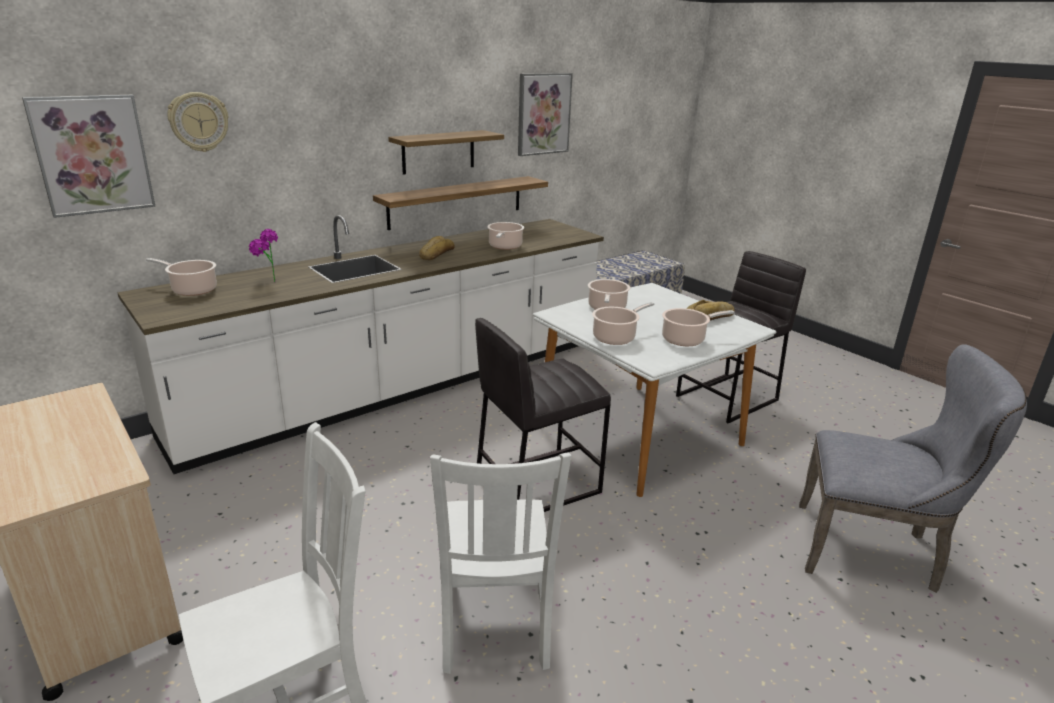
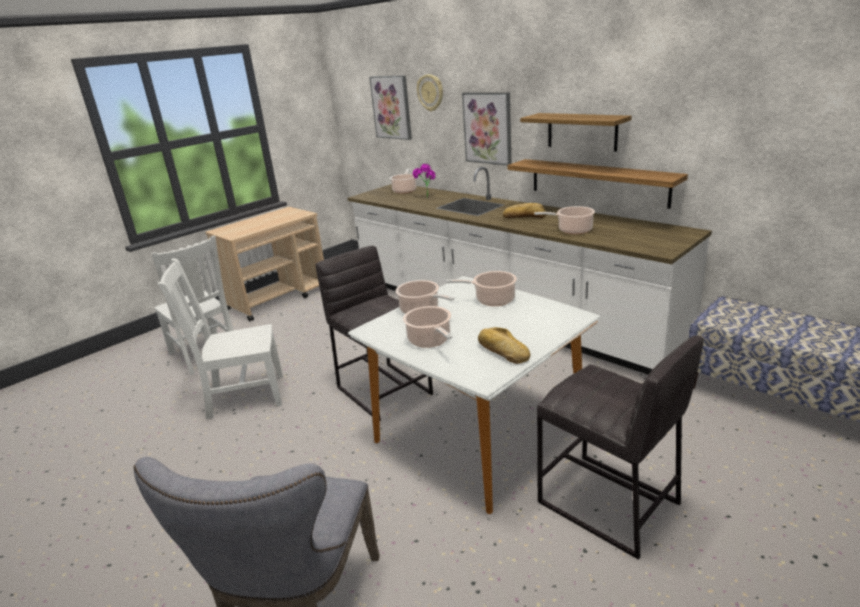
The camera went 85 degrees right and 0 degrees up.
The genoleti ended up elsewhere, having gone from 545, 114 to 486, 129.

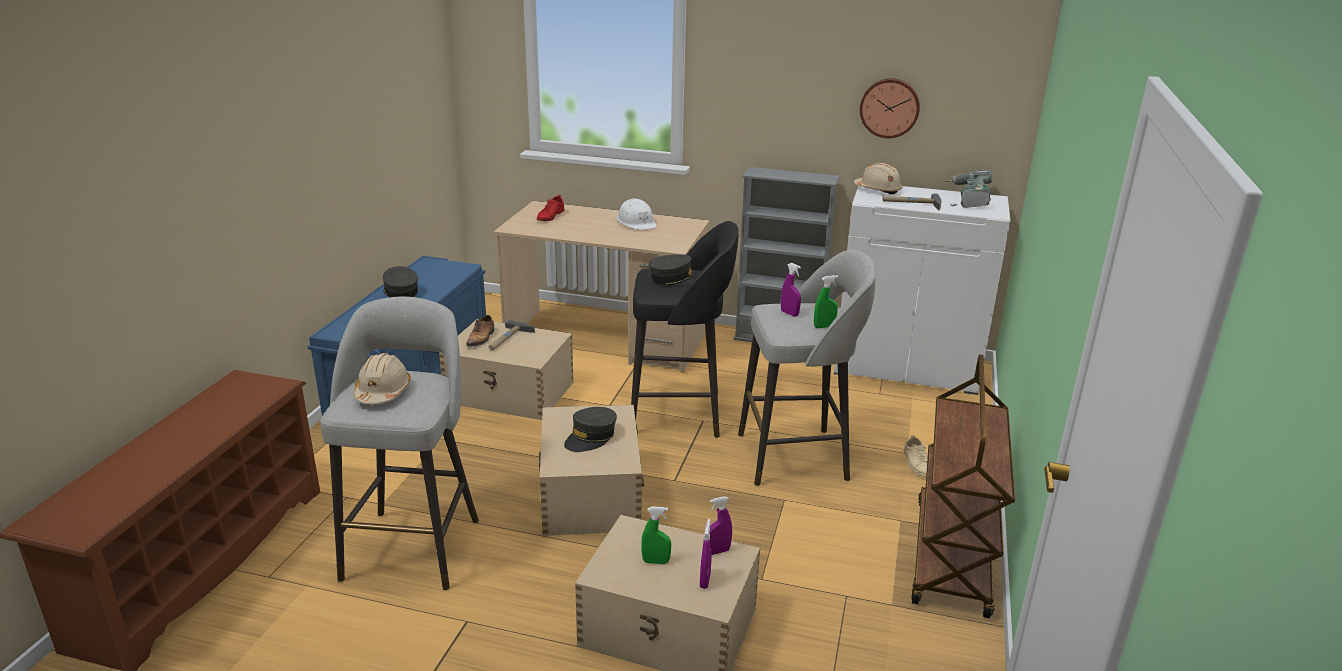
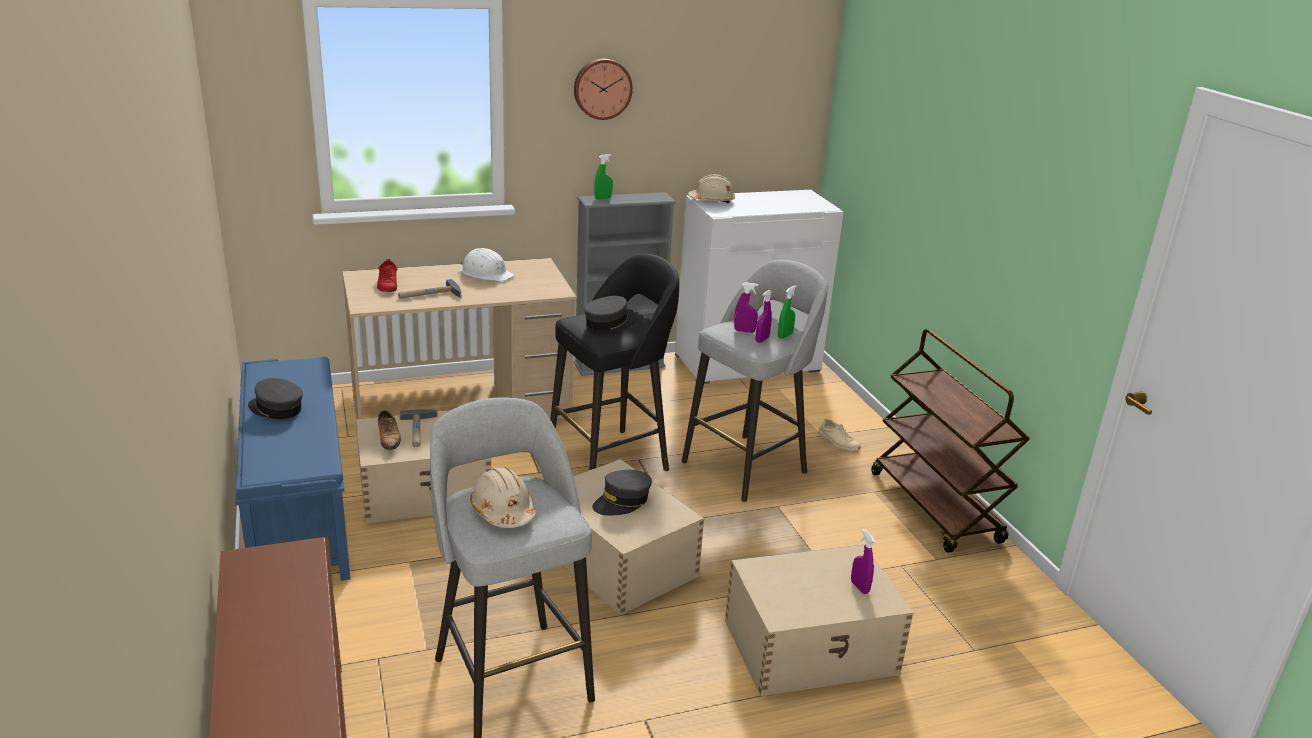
The camera went 35 degrees left and 0 degrees up.
The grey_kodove at 590, 429 ended up facing another way, 45 degrees clockwise from before.
The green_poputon ended up elsewhere, having gone from 656, 535 to 603, 177.
The purple_poputon ended up elsewhere, having gone from 721, 525 to 764, 316.
The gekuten ended up elsewhere, having gone from 890, 108 to 603, 89.
The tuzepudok ended up elsewhere, having gone from 911, 201 to 429, 289.
The second view lost the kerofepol at 968, 189.

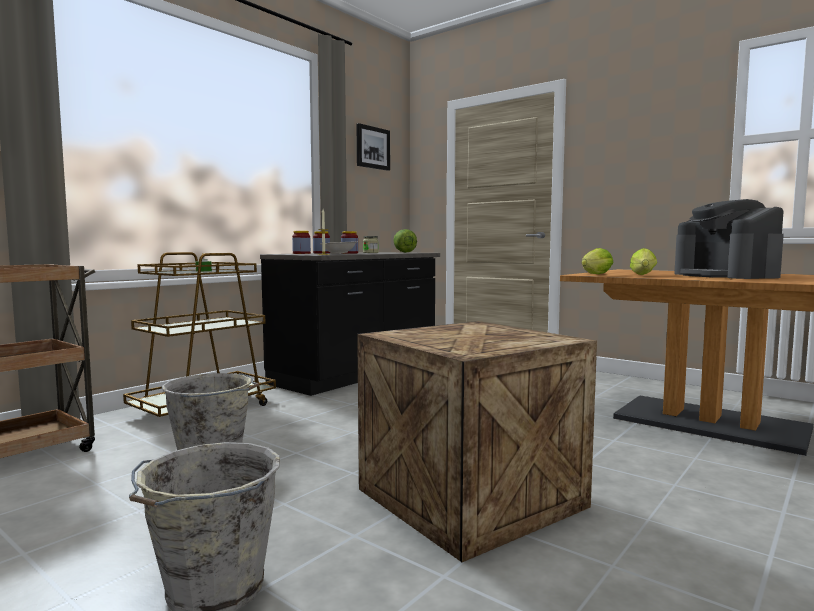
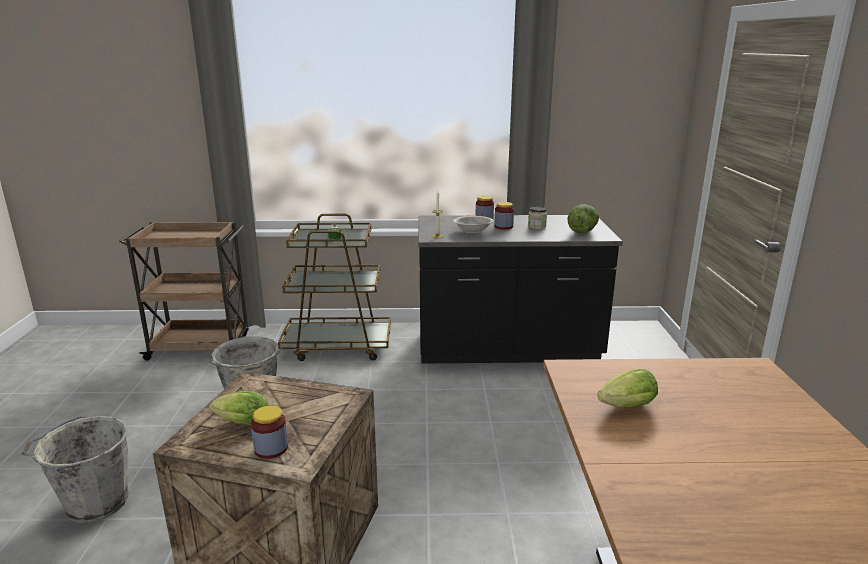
The camera went 50 degrees right and 15 degrees up.
The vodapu ended up elsewhere, having gone from 301, 242 to 269, 432.
The second view lost the genoleti at 373, 147.
The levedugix ended up elsewhere, having gone from 597, 261 to 239, 408.
The second view lost the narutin at 729, 239.

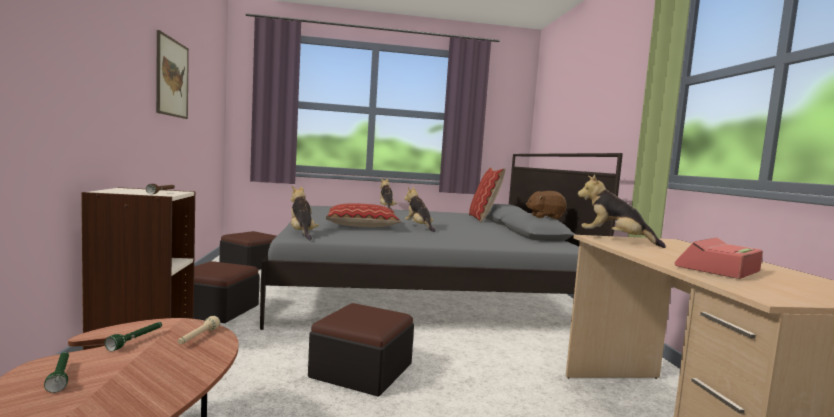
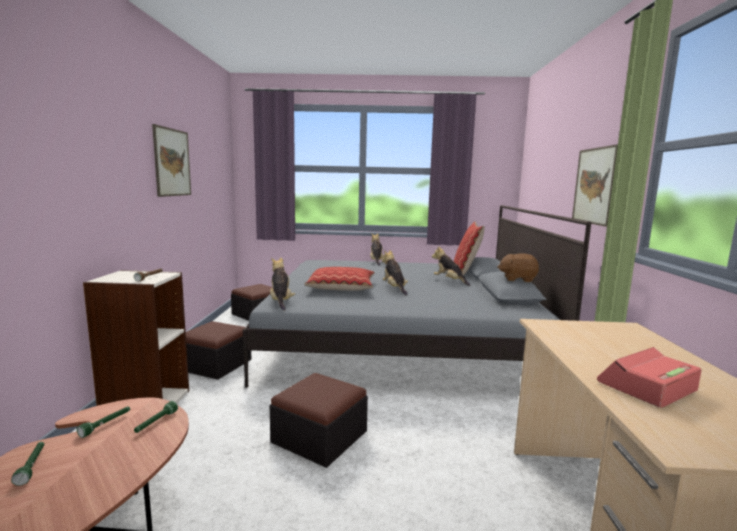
The camera went 10 degrees right and 5 degrees up.
What was the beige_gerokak at 199, 330 turned into the green_gerokak at 156, 417.
The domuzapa ended up elsewhere, having gone from 621, 211 to 451, 266.
The second view gained the genoleti at 595, 185.

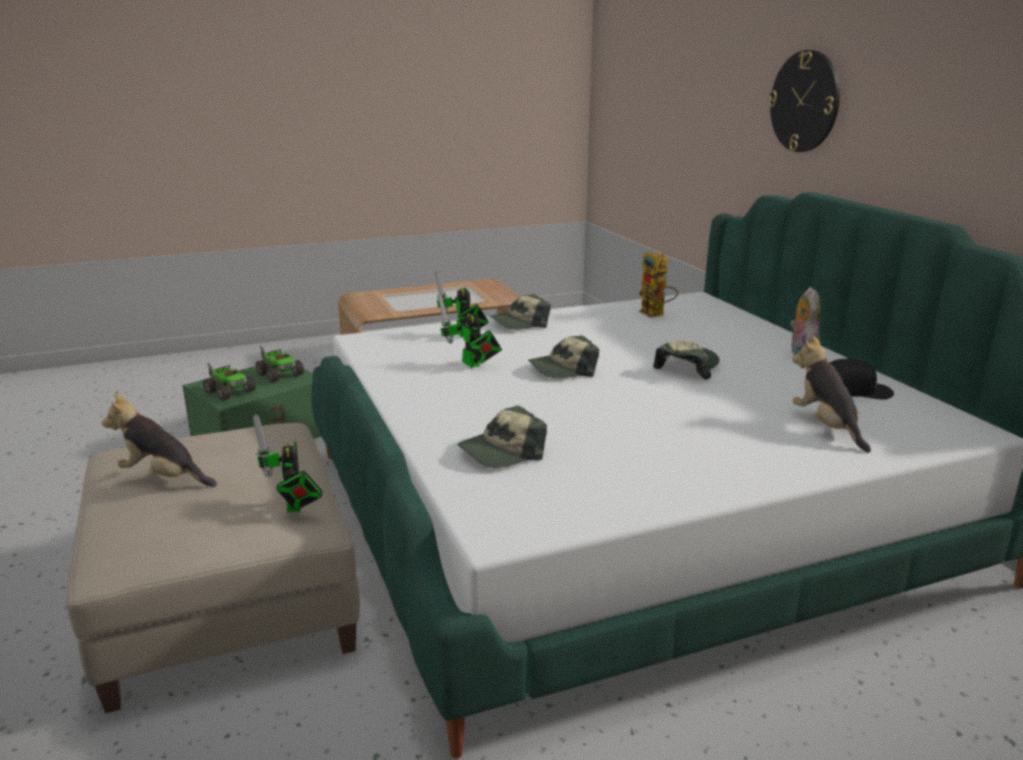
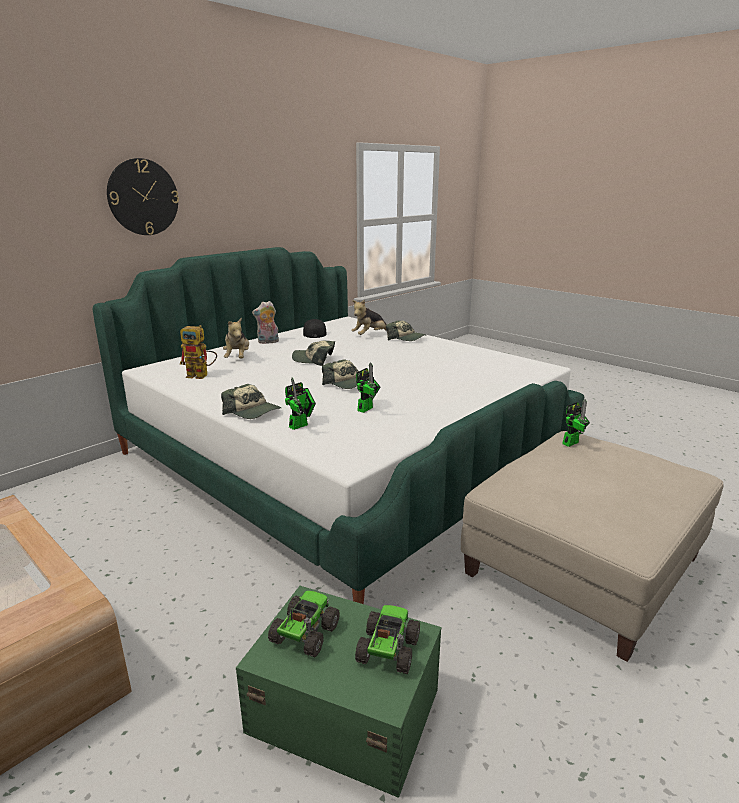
The camera went 115 degrees left and 0 degrees up.
The domuzapa ended up elsewhere, having gone from 159, 440 to 236, 338.
The kodove ended up elsewhere, having gone from 502, 437 to 406, 331.
The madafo at 658, 285 ended up facing another way, 60 degrees clockwise from before.

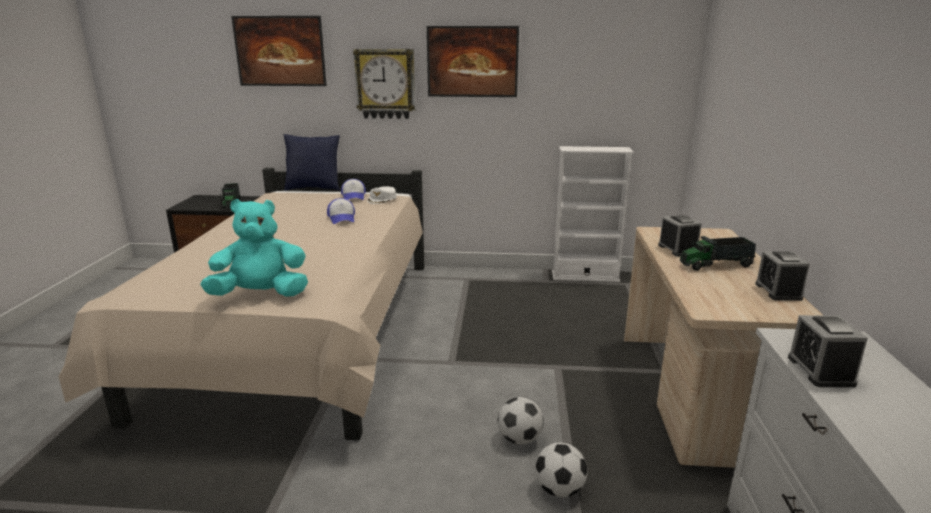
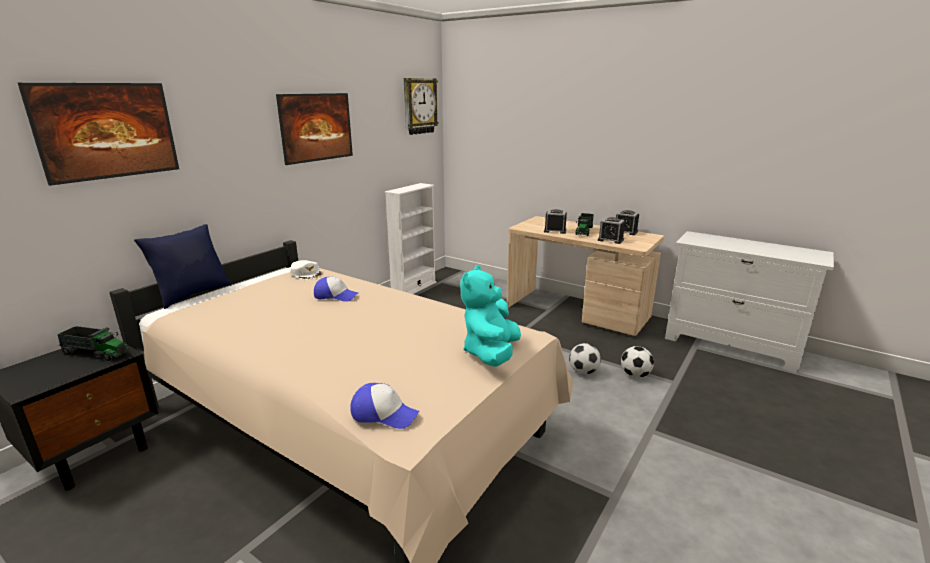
The camera went 60 degrees left and 0 degrees up.
The kodove ended up elsewhere, having gone from 353, 189 to 384, 406.
The gekuten ended up elsewhere, having gone from 384, 84 to 421, 106.
The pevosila ended up elsewhere, having gone from 828, 351 to 611, 230.

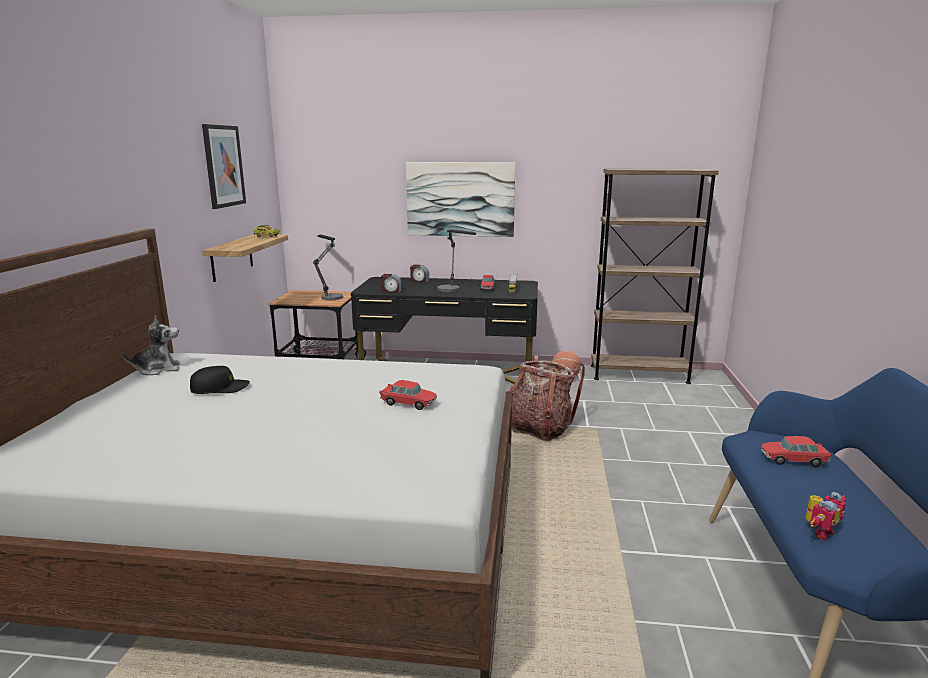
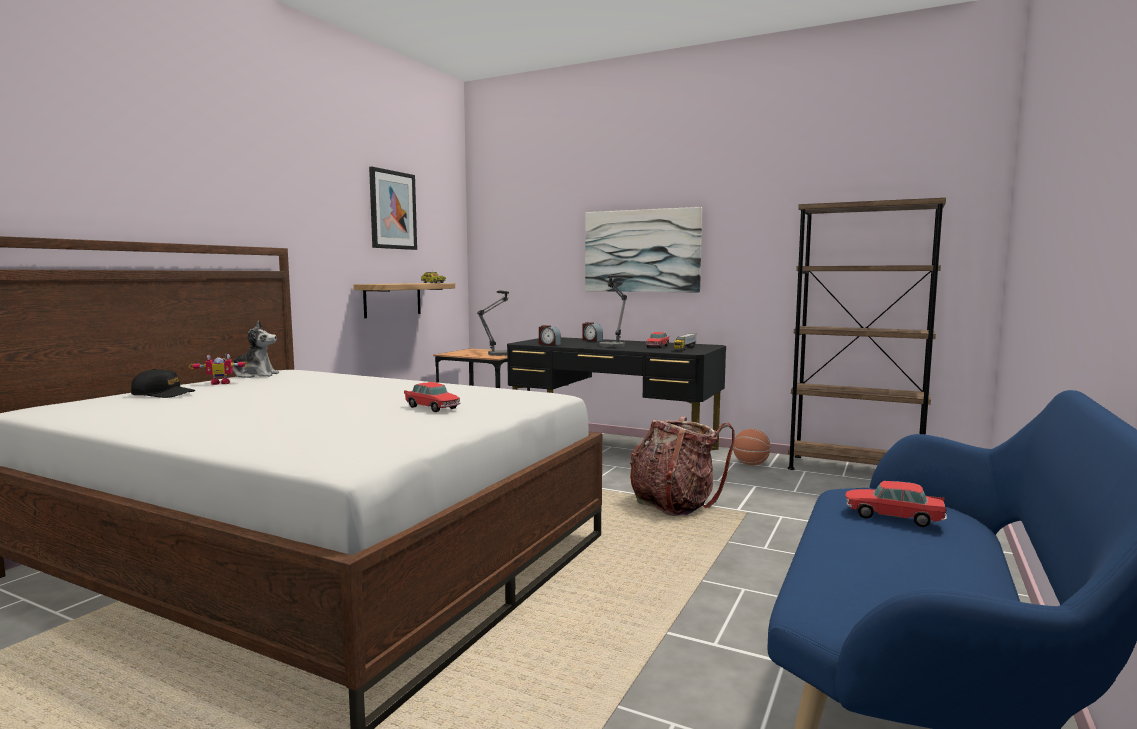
The camera went 20 degrees right and 10 degrees down.
The black_kodove ended up elsewhere, having gone from 220, 380 to 163, 383.
The madafo ended up elsewhere, having gone from 826, 516 to 219, 369.

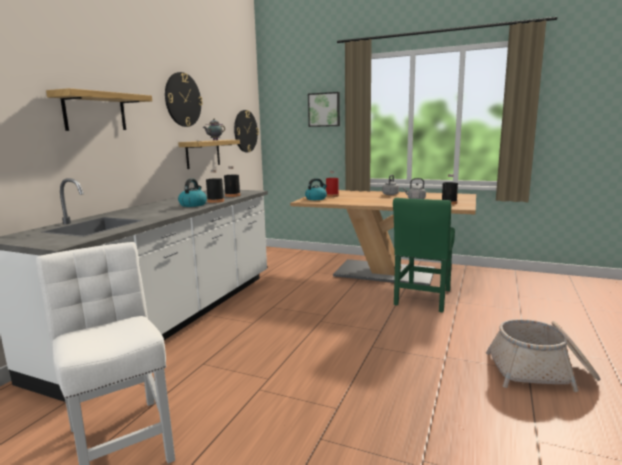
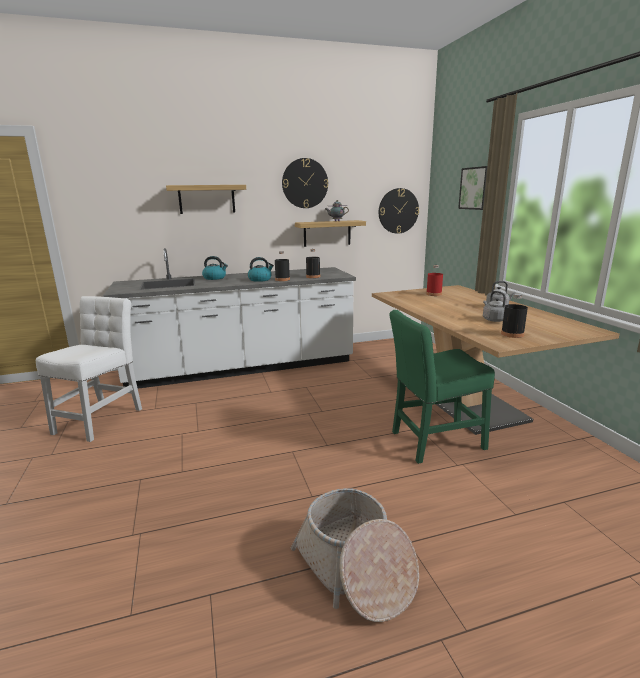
The camera went 50 degrees right and 5 degrees up.
The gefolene ended up elsewhere, having gone from 316, 189 to 215, 268.

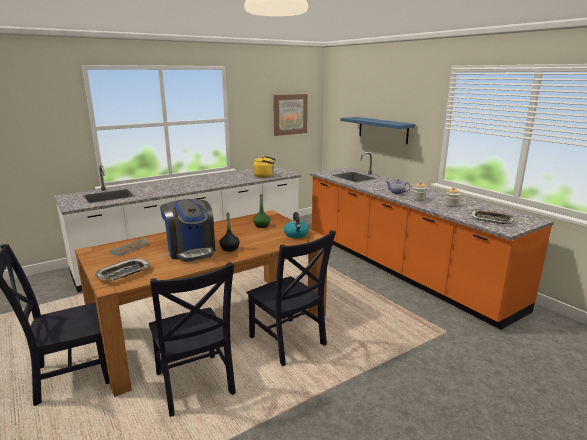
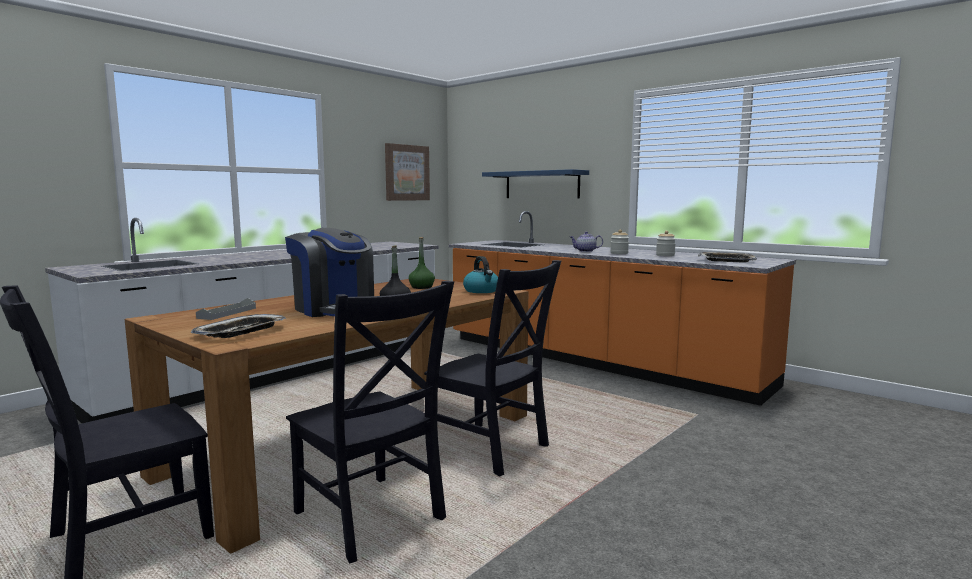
The camera went 15 degrees left and 10 degrees down.
The second view lost the yellow_gefolene at 264, 167.

